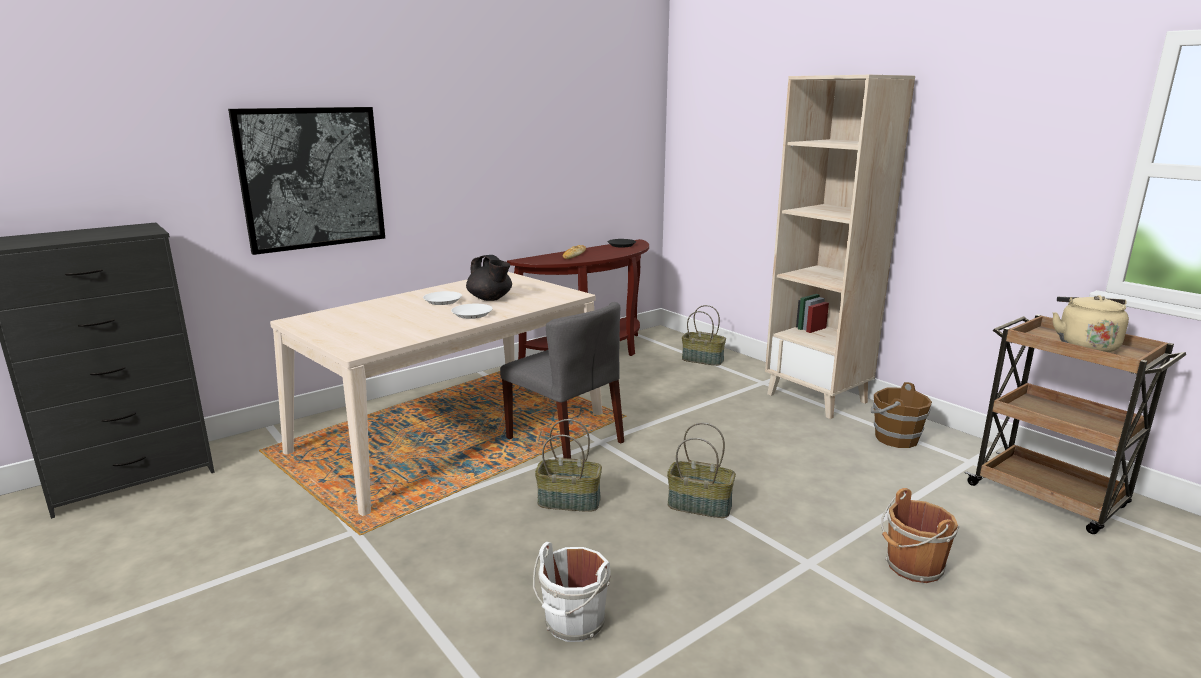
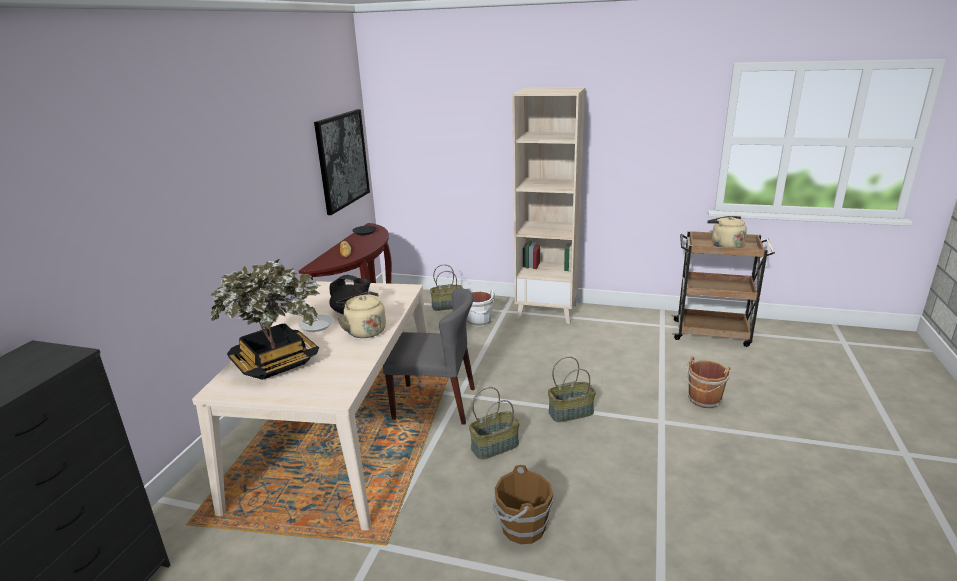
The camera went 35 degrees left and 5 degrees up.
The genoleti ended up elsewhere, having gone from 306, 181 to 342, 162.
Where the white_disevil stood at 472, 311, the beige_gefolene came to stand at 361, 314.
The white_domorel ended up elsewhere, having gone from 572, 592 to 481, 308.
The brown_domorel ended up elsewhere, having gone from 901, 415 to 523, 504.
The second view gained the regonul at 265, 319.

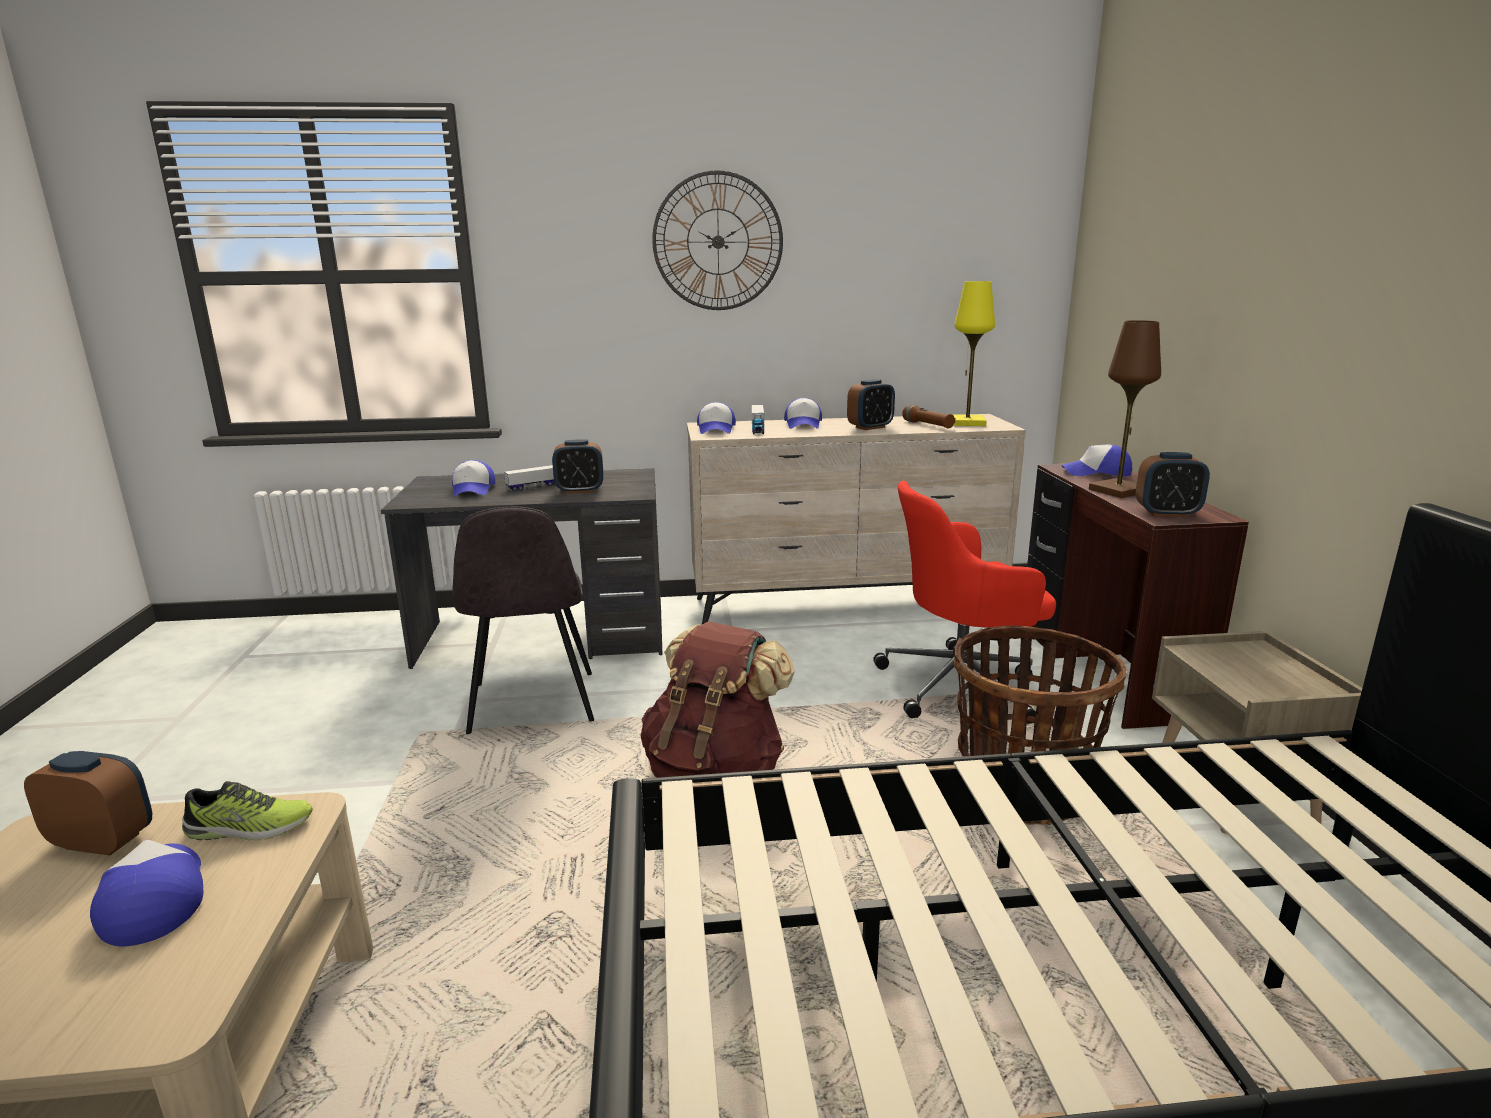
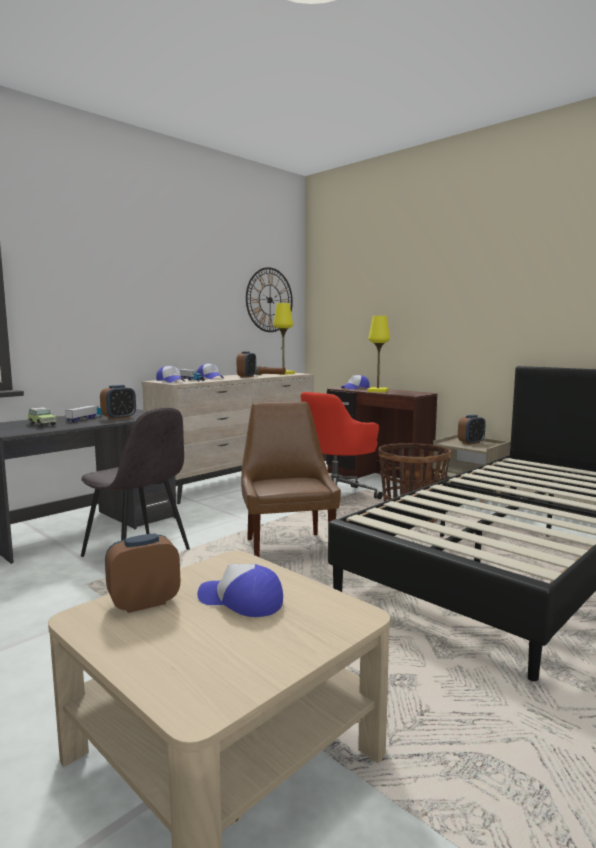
The camera went 40 degrees left and 10 degrees down.
The second view lost the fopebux at 247, 811.
Where the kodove stood at 474, 478, the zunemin came to stand at 42, 417.
Where the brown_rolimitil stood at 718, 699, the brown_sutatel came to stand at 291, 479.
The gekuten ended up elsewhere, having gone from 717, 240 to 269, 299.
What was the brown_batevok at 1125, 409 turned into the yellow_batevok at 378, 354.
The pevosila ended up elsewhere, having gone from 1173, 484 to 472, 430.

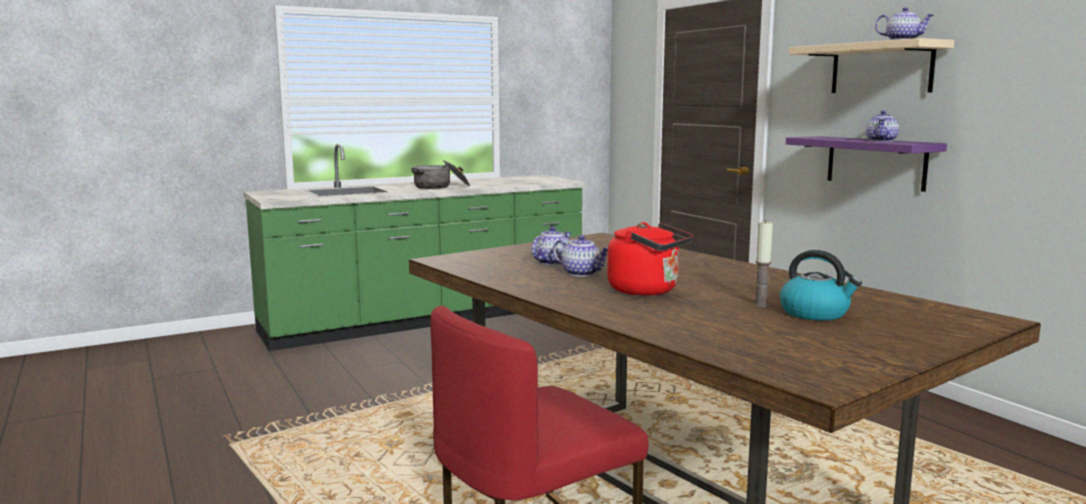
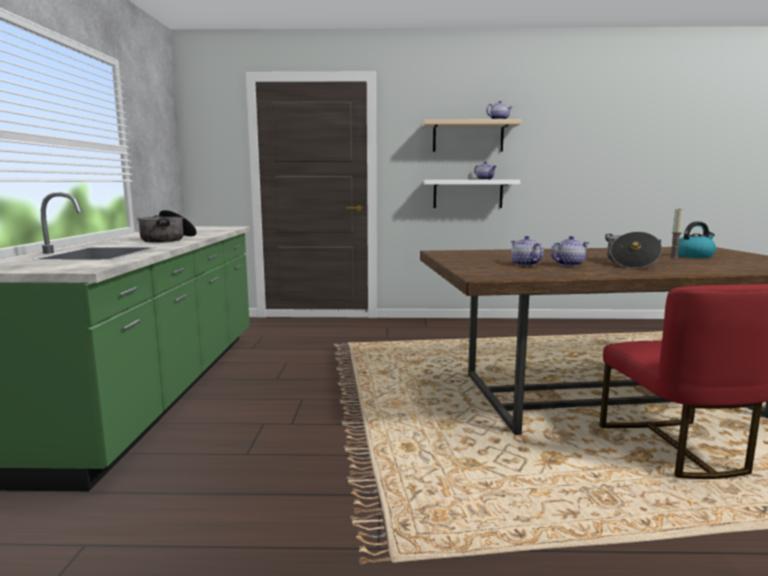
The camera went 60 degrees left and 0 degrees up.
Where the red_gefolene stood at 650, 259, the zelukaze came to stand at 633, 250.
What was the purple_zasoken at 866, 164 turned into the white_zasoken at 472, 194.

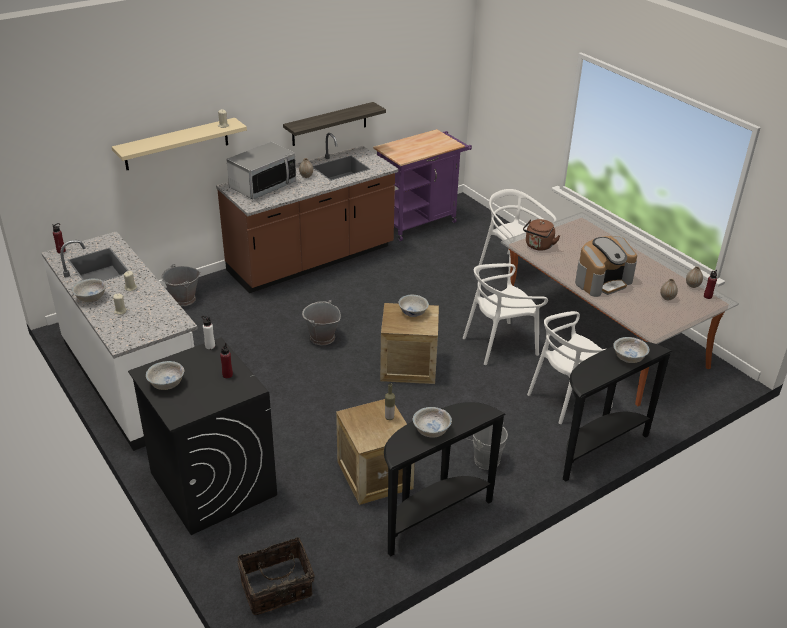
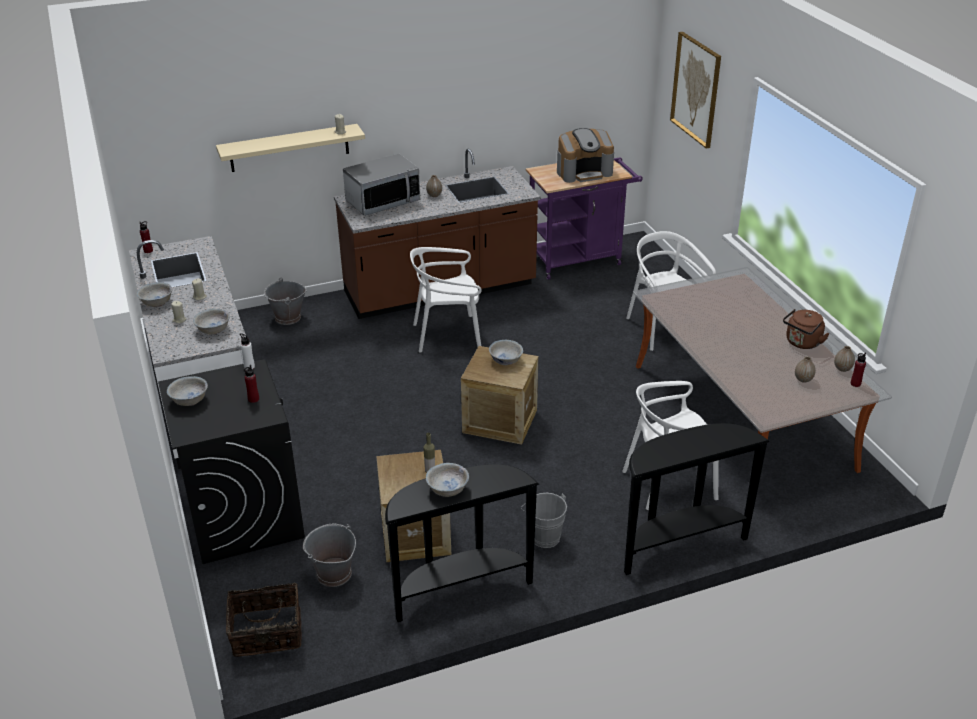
The camera went 15 degrees right and 0 degrees up.
The second view lost the zasoken at 334, 124.
The grey_domorel ended up elsewhere, having gone from 321, 322 to 329, 555.
The white_sutatel ended up elsewhere, having gone from 505, 314 to 446, 300.
The brown_gefolene ended up elsewhere, having gone from 541, 235 to 806, 329.
The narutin ended up elsewhere, having gone from 606, 266 to 585, 155.
The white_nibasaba ended up elsewhere, having gone from 631, 350 to 211, 322.
The second view gained the genoleti at 695, 90.

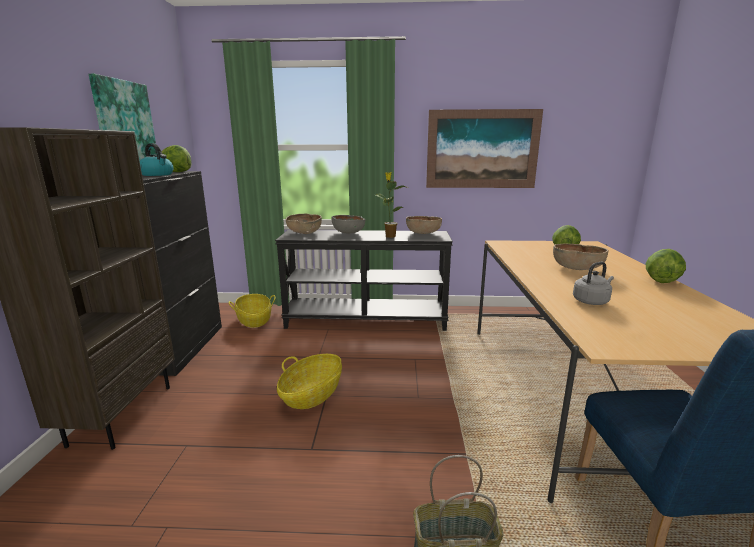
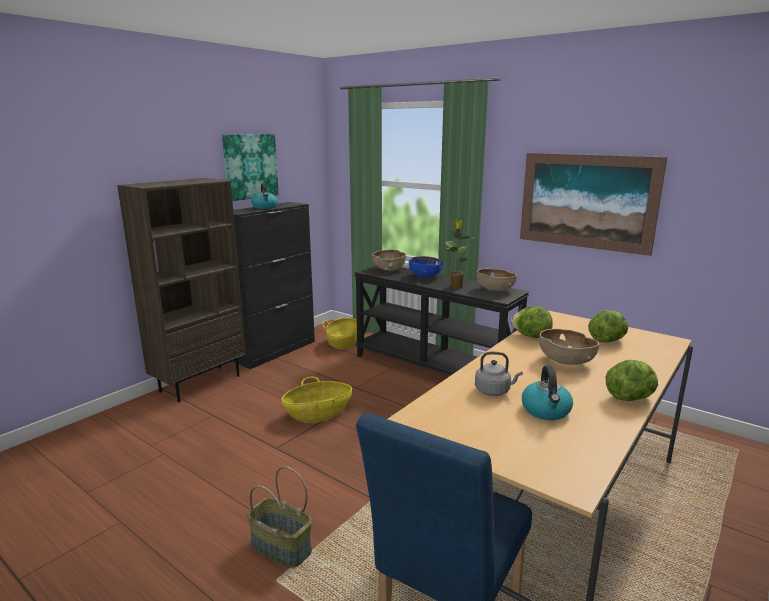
The camera went 35 degrees right and 0 degrees up.
The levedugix ended up elsewhere, having gone from 177, 158 to 532, 322.
What was the grey_nibasaba at 348, 224 turned into the blue_nibasaba at 426, 266.
The second view gained the gefolene at 547, 392.

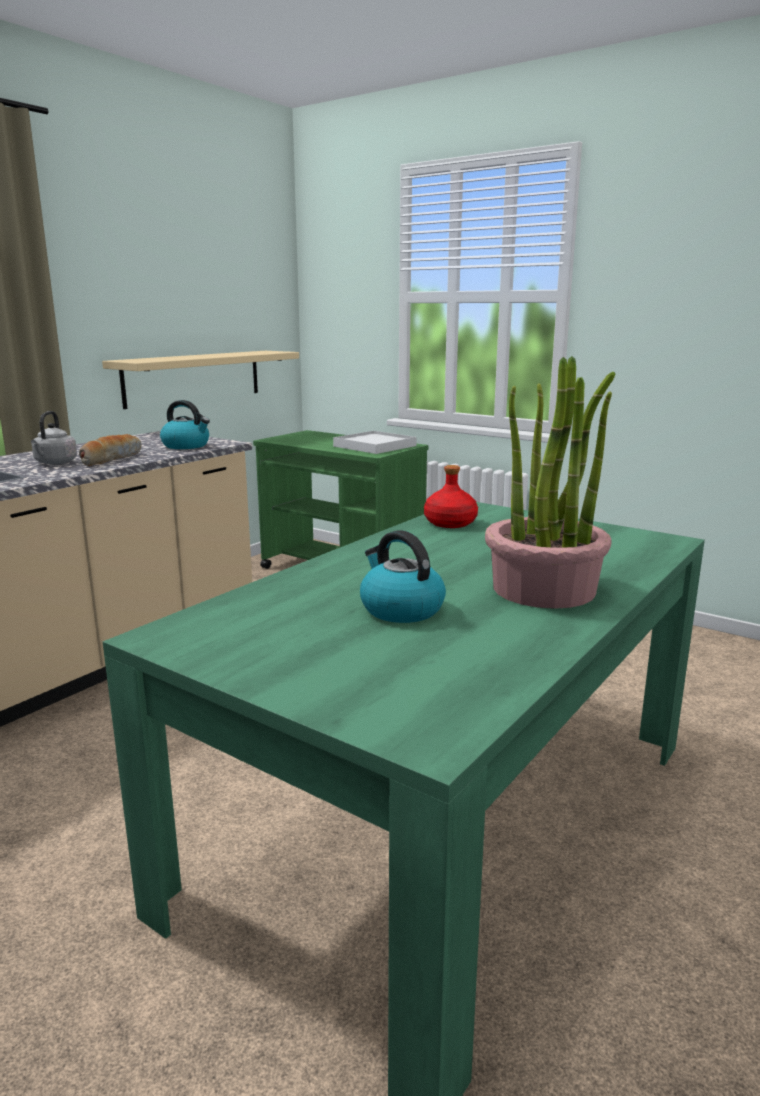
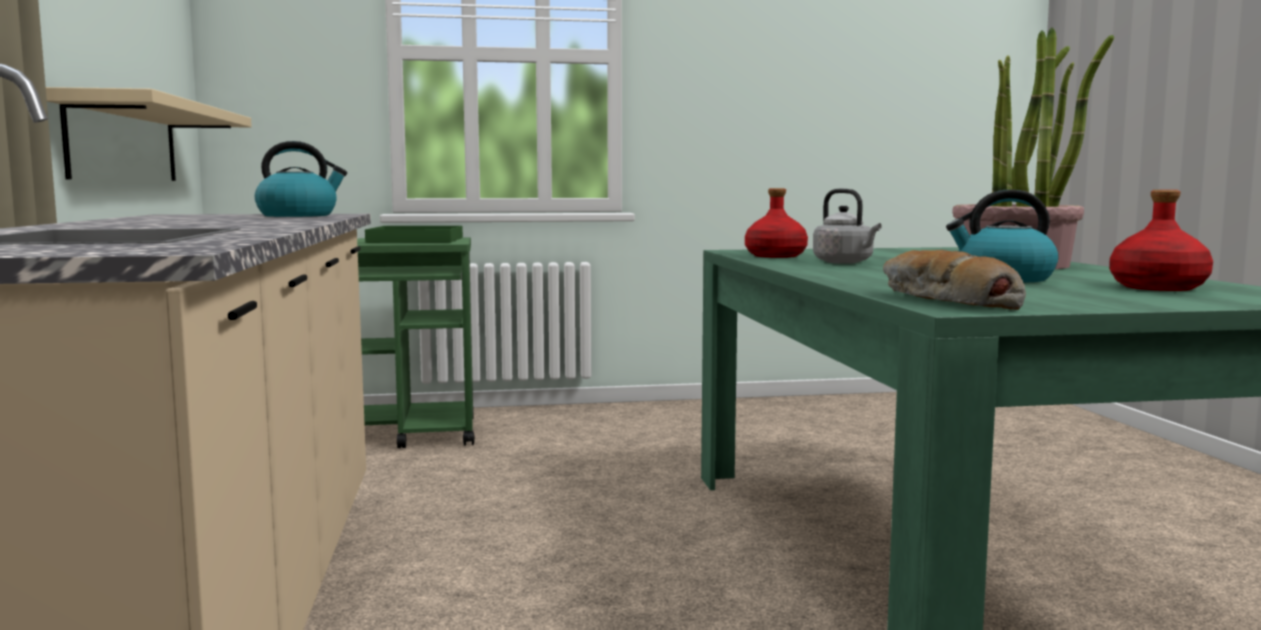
The camera went 45 degrees left and 10 degrees down.
The grey_gefolene ended up elsewhere, having gone from 54, 437 to 847, 226.
The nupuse ended up elsewhere, having gone from 110, 450 to 954, 280.
What was the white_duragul at 375, 442 turned into the green_duragul at 414, 234.
The second view gained the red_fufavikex at 1161, 240.

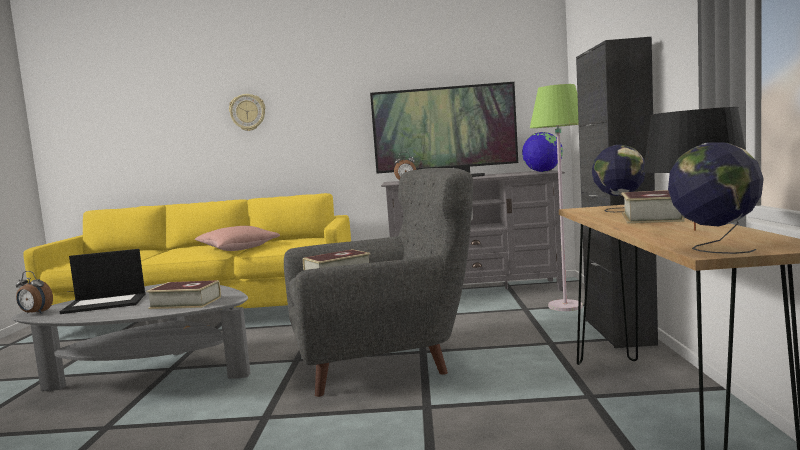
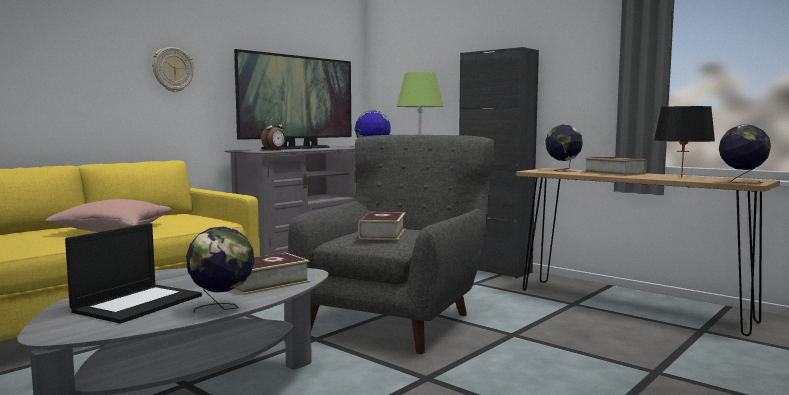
The camera went 50 degrees left and 0 degrees up.
The second view lost the pevosila at 34, 292.
The gekuten ended up elsewhere, having gone from 247, 112 to 173, 69.
The second view gained the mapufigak at 220, 269.

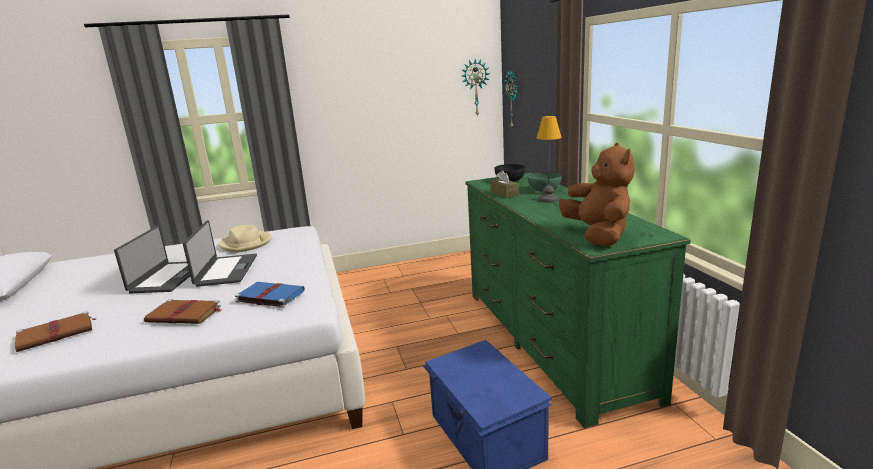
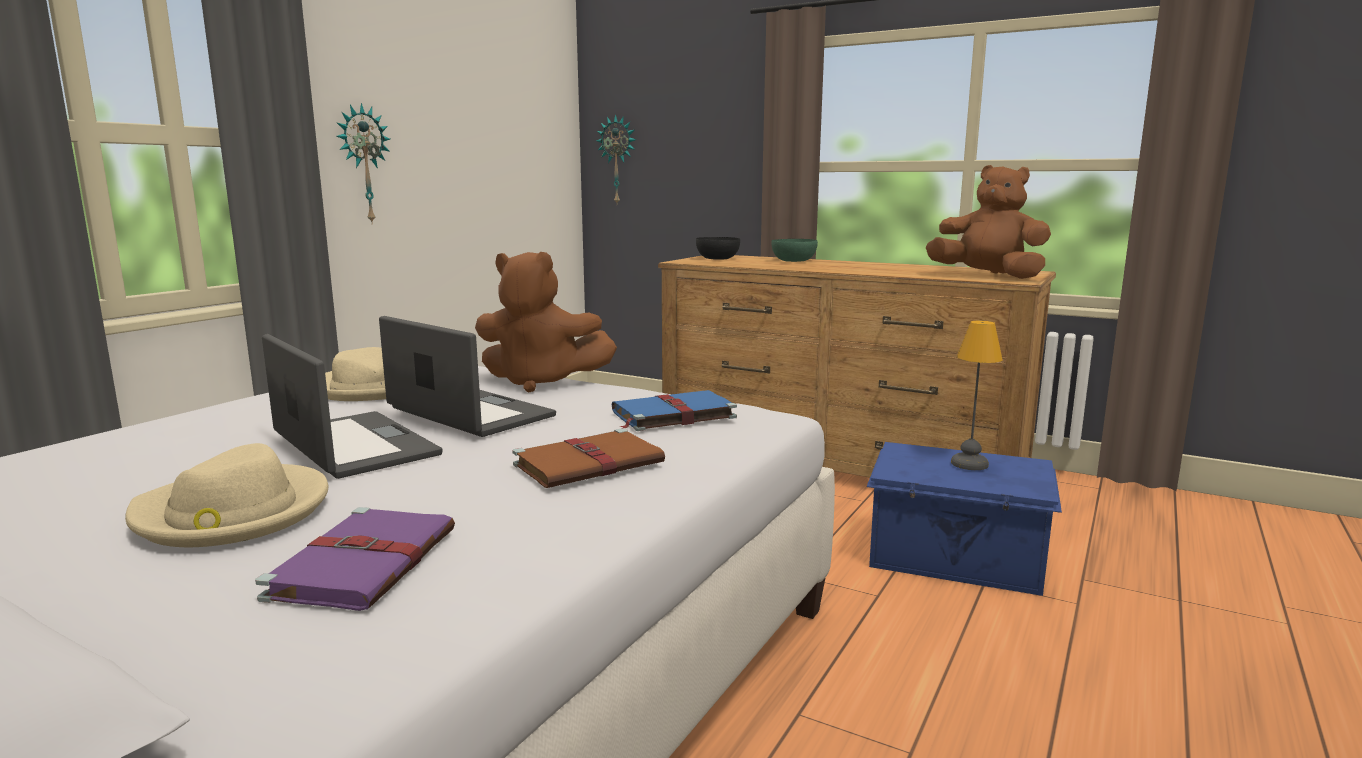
The camera went 45 degrees left and 5 degrees down.
What was the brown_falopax at 55, 331 turned into the purple_falopax at 355, 559.
The gekuten ended up elsewhere, having gone from 475, 88 to 363, 164.
What was the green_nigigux at 578, 300 turned into the brown_nigigux at 857, 366.
The second view lost the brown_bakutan at 504, 184.
The batevok ended up elsewhere, having gone from 549, 159 to 977, 395.
The second view gained the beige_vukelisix at 226, 495.
The second view gained the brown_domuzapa at 546, 322.

